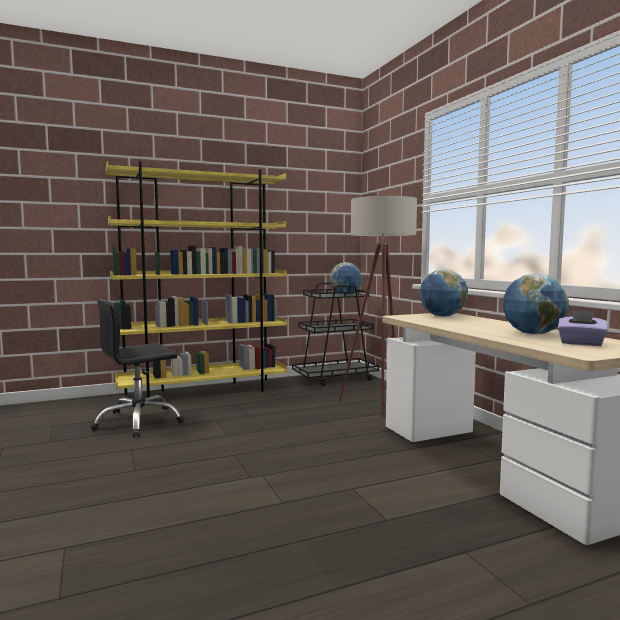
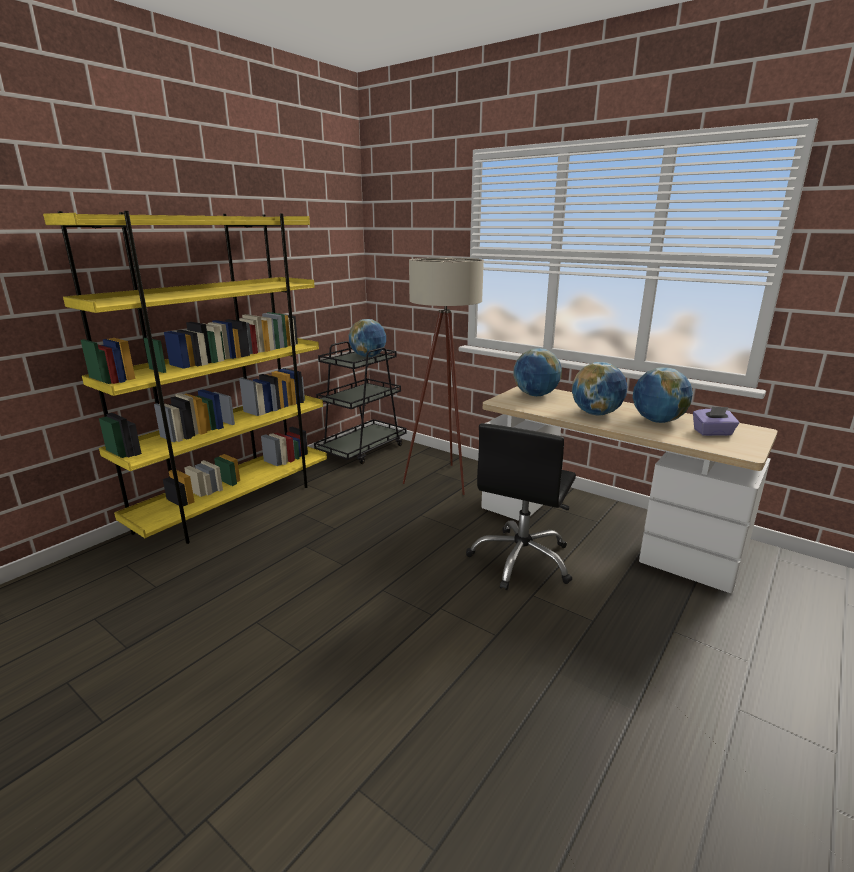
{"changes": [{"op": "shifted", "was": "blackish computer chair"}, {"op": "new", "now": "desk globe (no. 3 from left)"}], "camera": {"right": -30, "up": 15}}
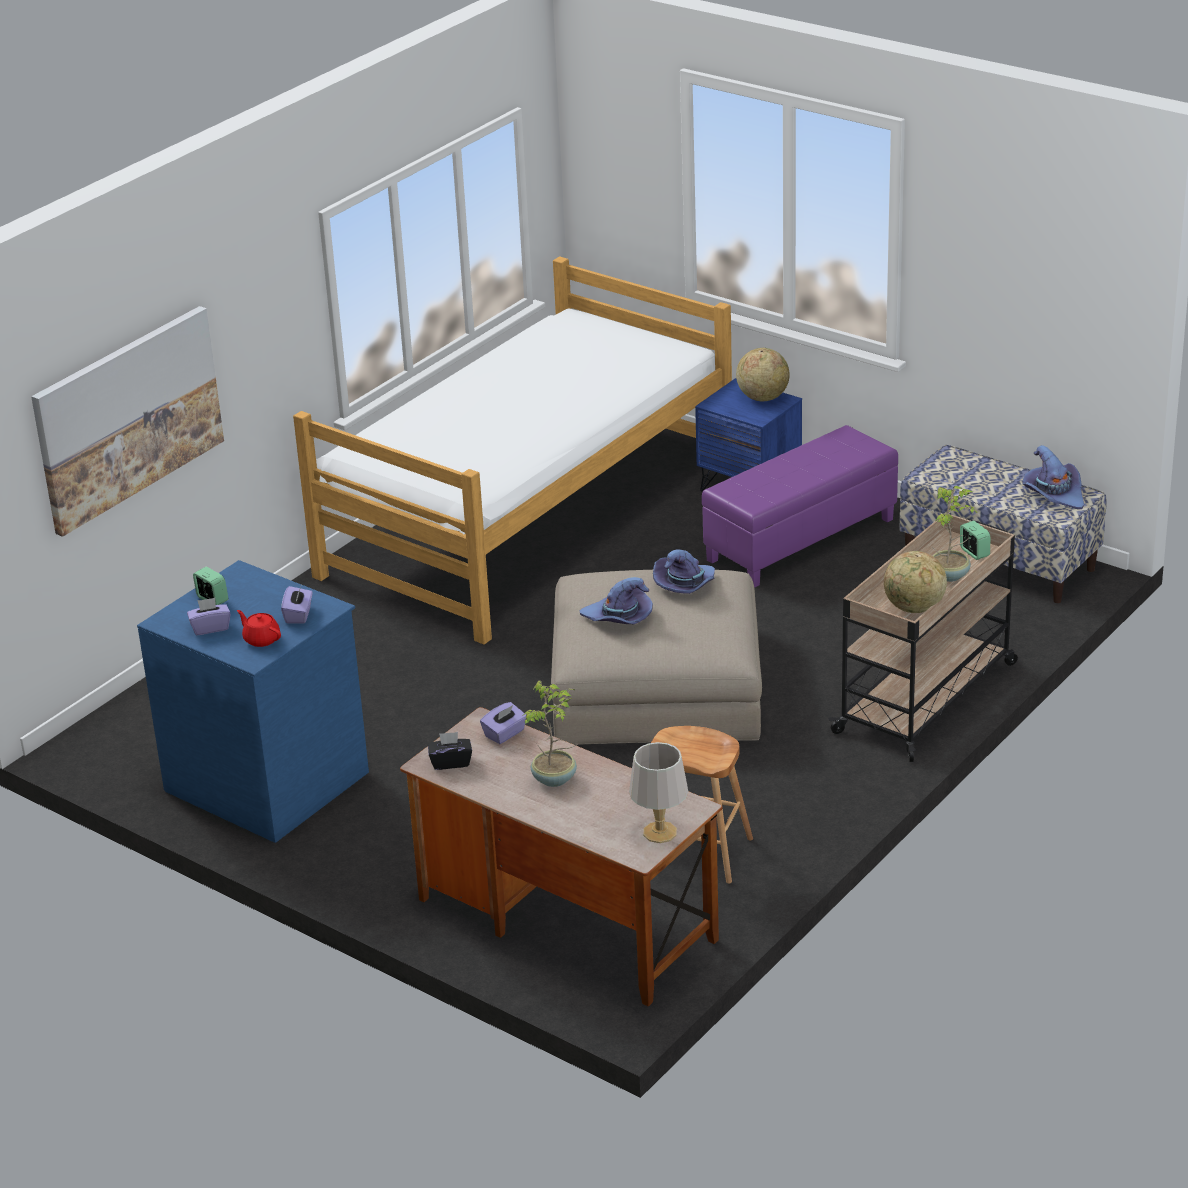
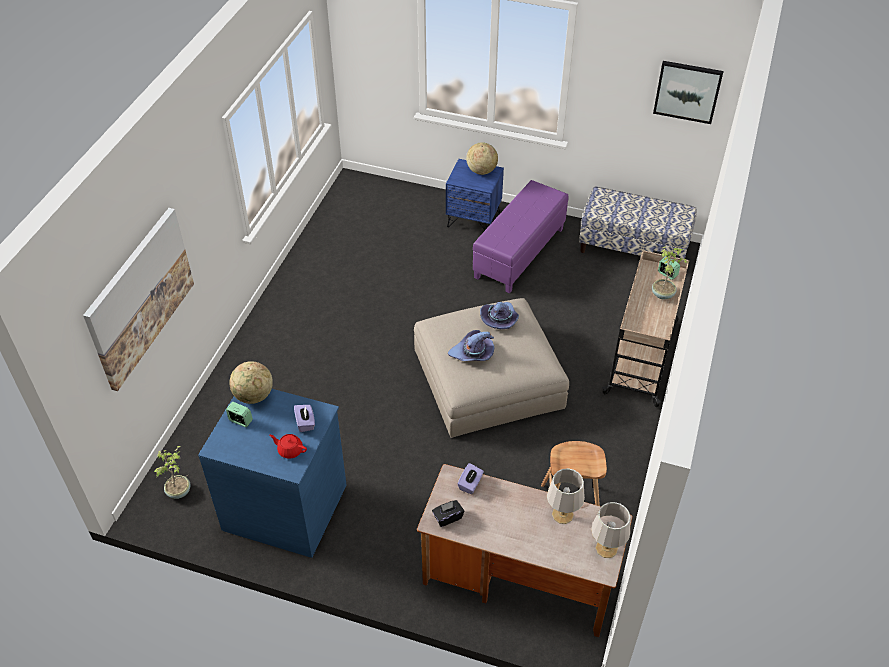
{"changes": [{"op": "gone", "was": "sleeping bed"}, {"op": "gone", "was": "purple-coloured hat (no. 3 from left)"}, {"op": "shifted", "was": "desk globe (no. 2 from left in the first image)", "now": "desk globe (no. 1 from left)"}, {"op": "gone", "was": "purple-coloured tissue holder (no. 1 from left)"}, {"op": "shifted", "was": "houseplant (no. 1 from left)"}, {"op": "new", "now": "wall art (no. 2 from left)"}, {"op": "new", "now": "gray tabletop lamp (no. 1 from left)"}], "camera": {"right": -20, "up": 15}}
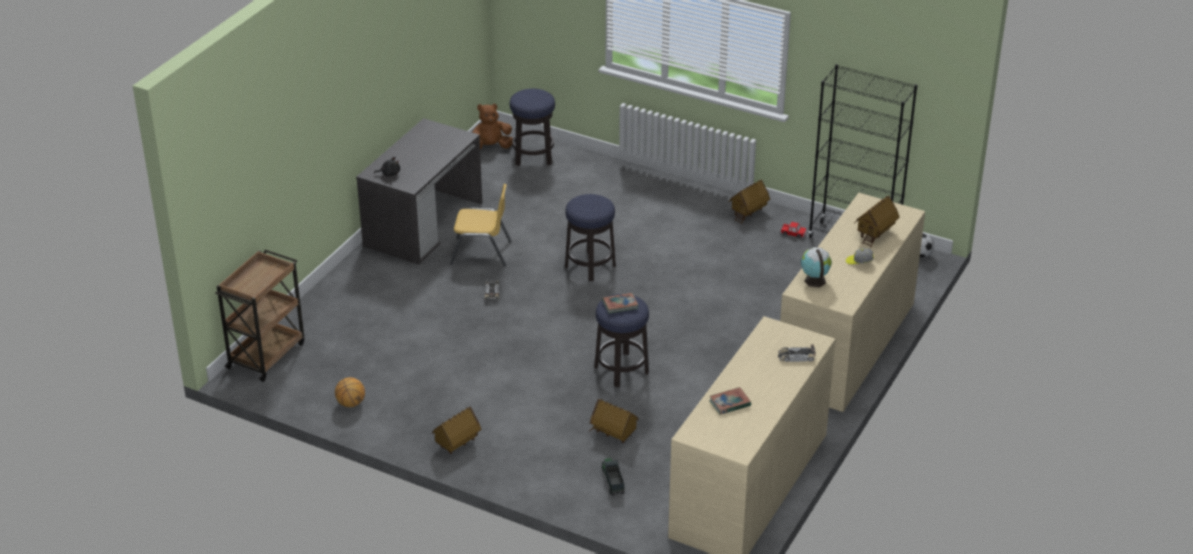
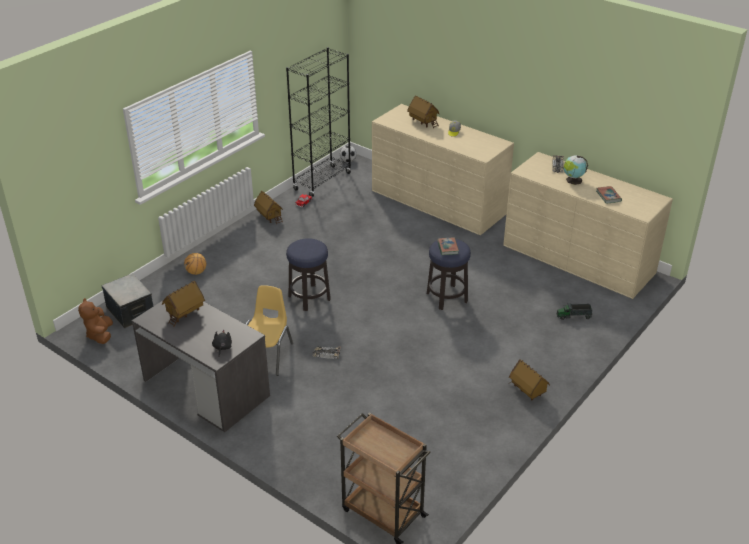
{"changes": [{"op": "swapped", "was": "stool seat (no. 1 from left)", "now": "storage container"}, {"op": "shifted", "was": "desk globe"}, {"op": "shifted", "was": "basketball"}, {"op": "shifted", "was": "toy house (no. 2 from left in the first image)", "now": "toy house (no. 1 from left)"}], "camera": {"right": -80, "up": 0}}
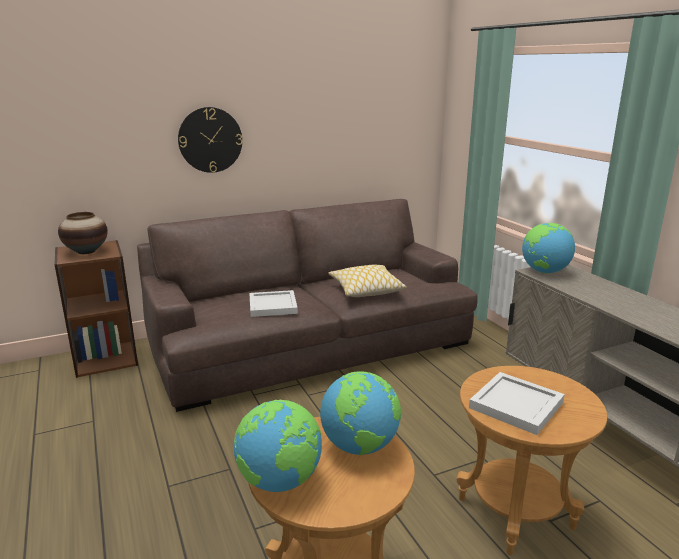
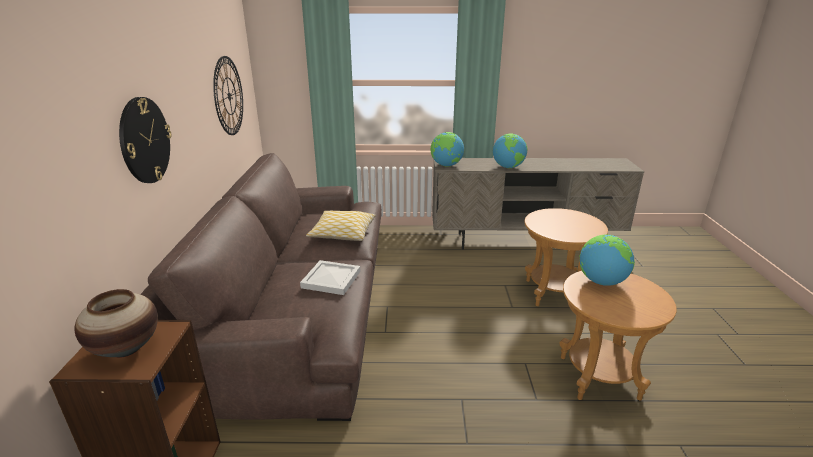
{"changes": [{"op": "gone", "was": "white tray (no. 2 from left)"}, {"op": "shifted", "was": "desk globe (no. 1 from left in the first image)", "now": "desk globe (no. 2 from left)"}, {"op": "new", "now": "clock on the wall (no. 2 from left)"}], "camera": {"right": -65, "up": 5}}
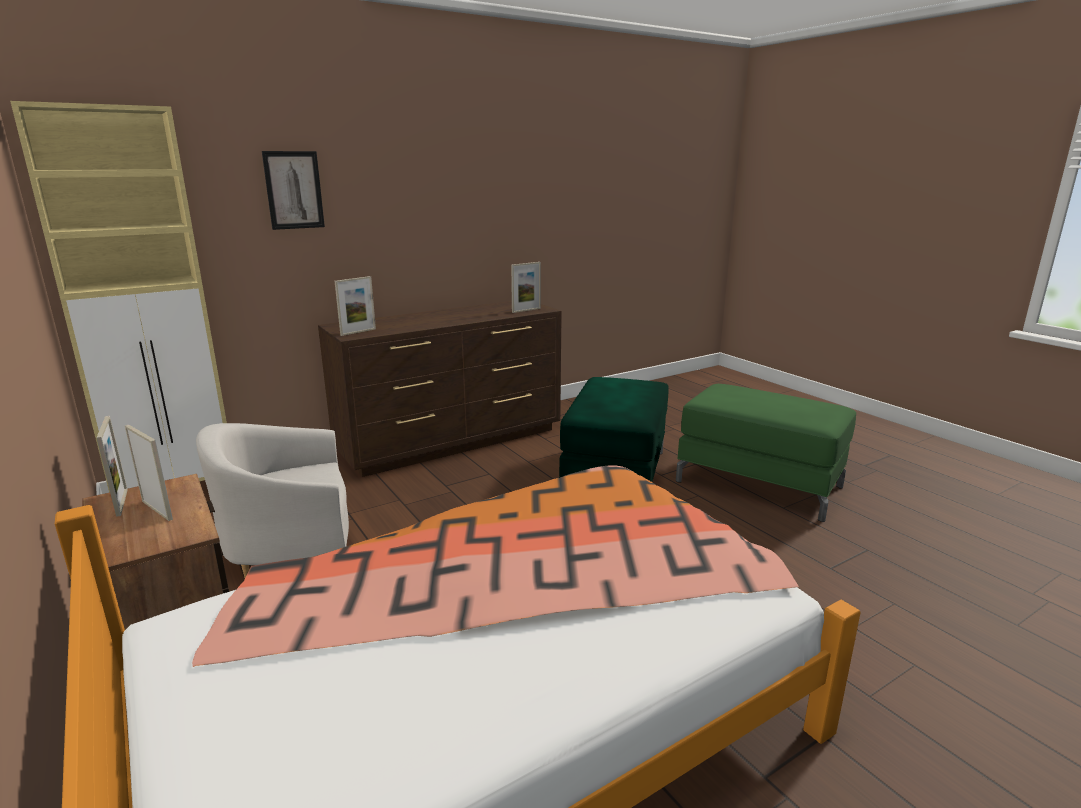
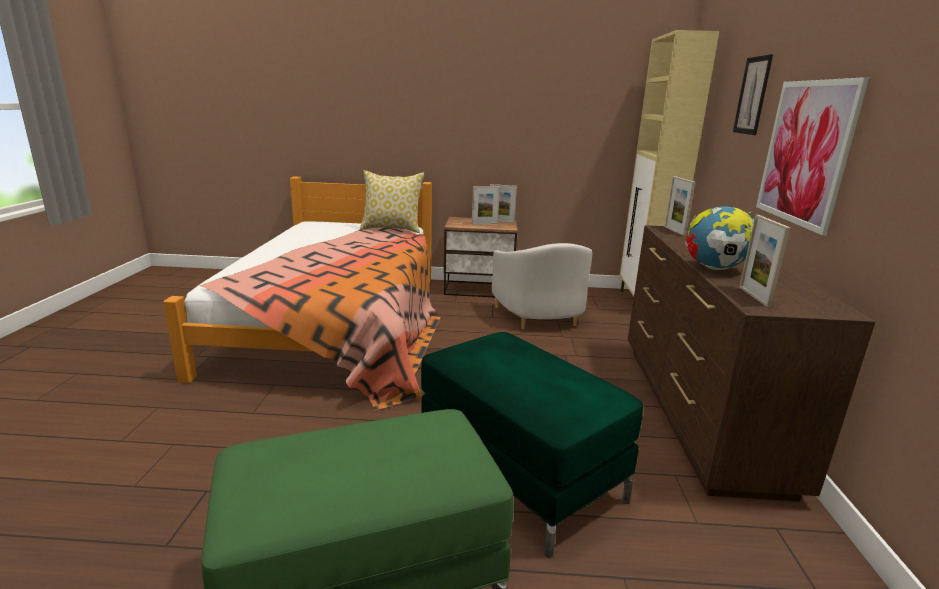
{"changes": [{"op": "rotated", "was": "white easy chair", "clockwise": 150}, {"op": "new", "now": "wall art (no. 2 from left)"}, {"op": "new", "now": "throw pillow"}, {"op": "new", "now": "desk globe"}], "camera": {"right": 125, "up": 0}}
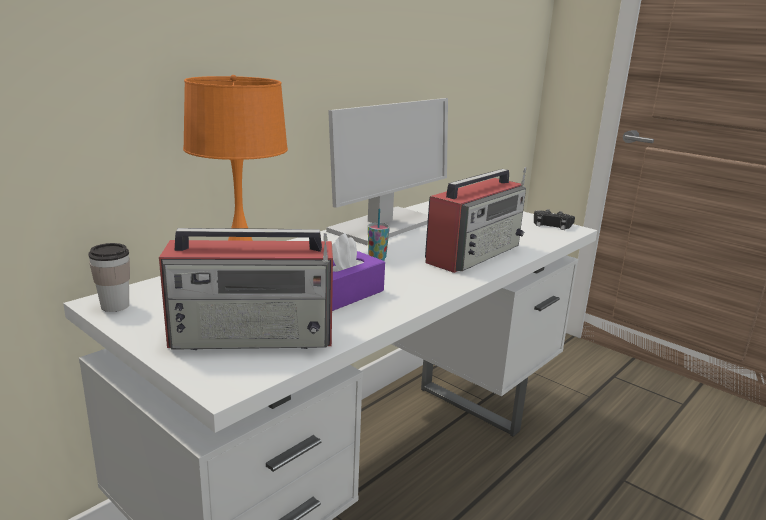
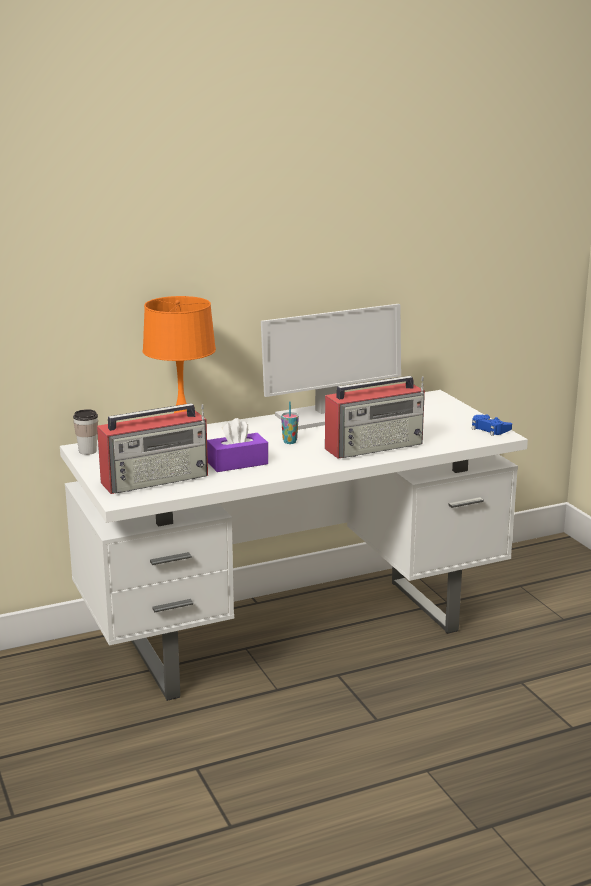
{"changes": [{"op": "repainted", "was": "blackish game controller", "now": "blue-coloured game controller"}, {"op": "rotated", "was": "radio receiver (no. 1 from left)", "clockwise": -45}], "camera": {"right": 25, "up": 0}}
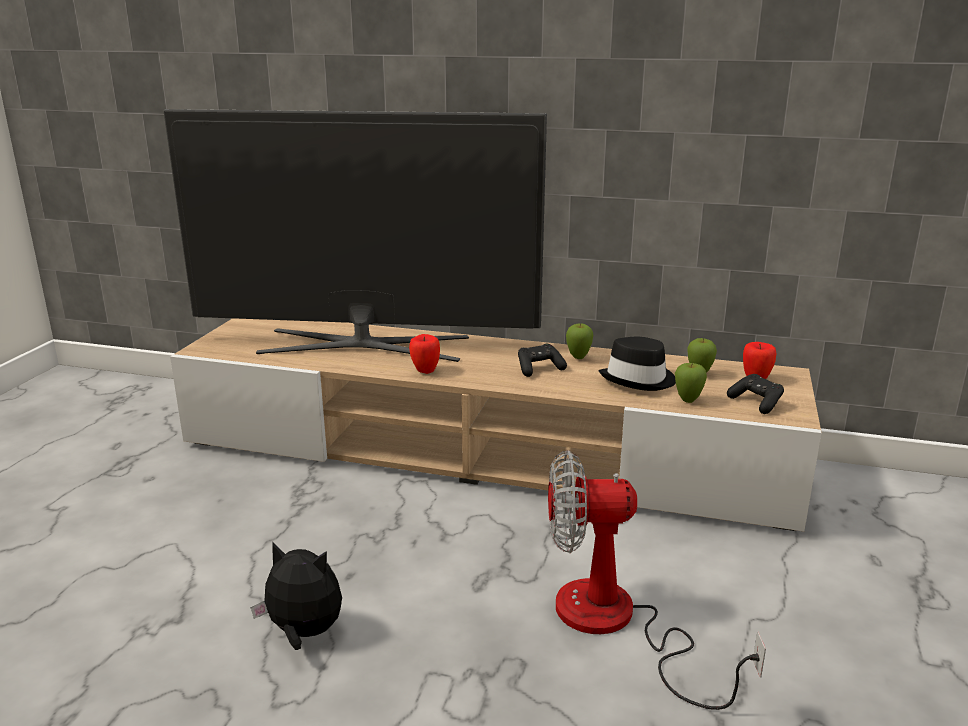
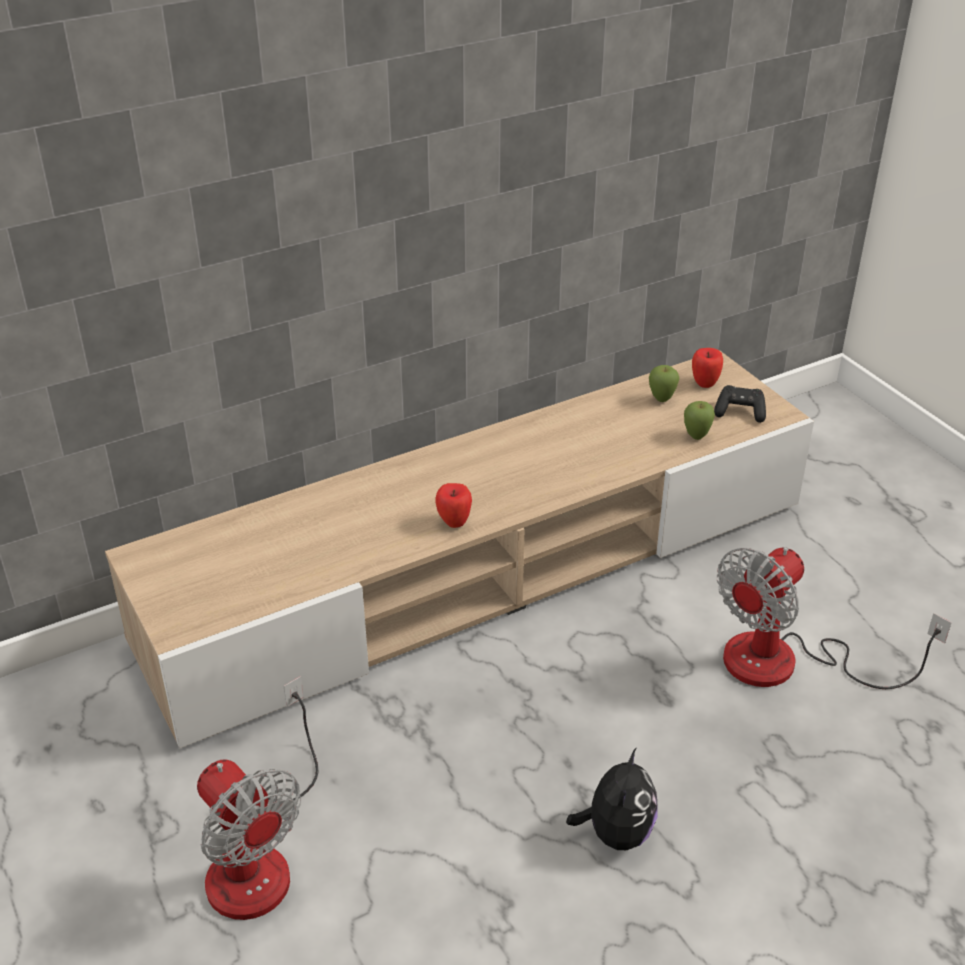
{"changes": [{"op": "gone", "was": "TV"}, {"op": "gone", "was": "apple fruit (no. 2 from left)"}, {"op": "gone", "was": "blackish hat"}, {"op": "gone", "was": "blackish game controller (no. 1 from left)"}, {"op": "rotated", "was": "cuddly toy", "clockwise": 135}, {"op": "new", "now": "cooling fan (no. 1 from left)"}], "camera": {"right": -45, "up": 15}}
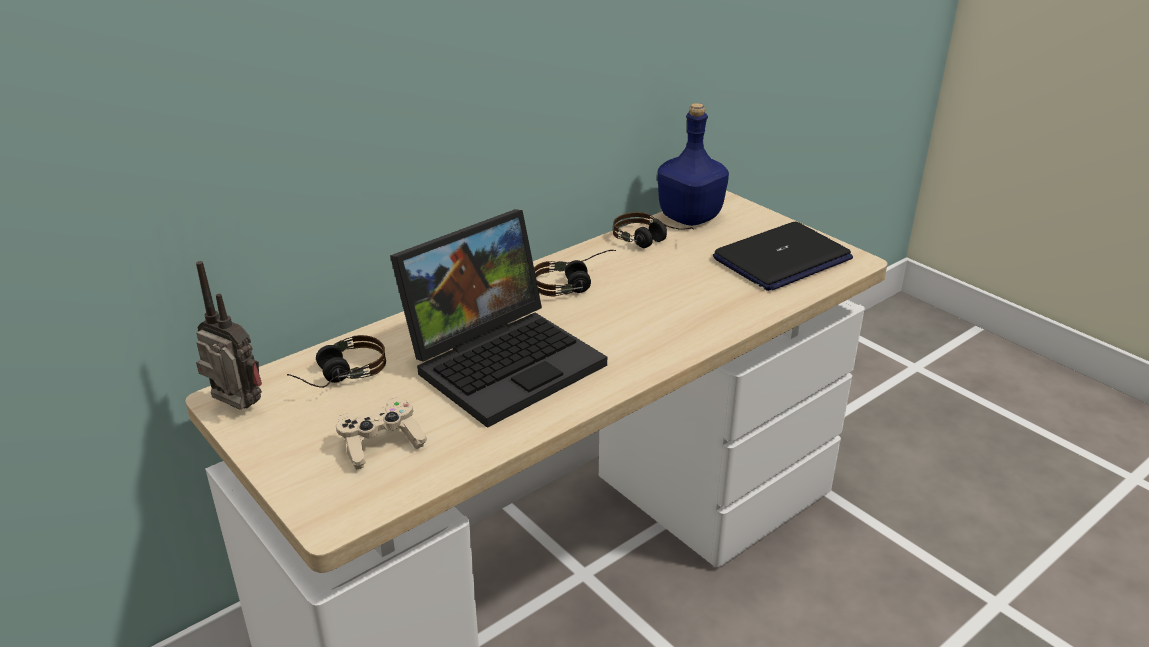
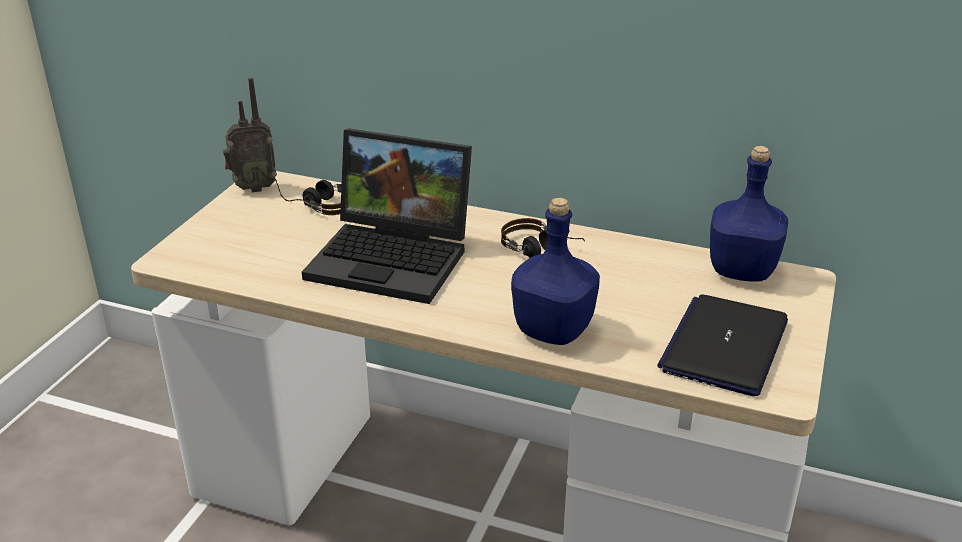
{"changes": [{"op": "gone", "was": "pair of headphones (no. 3 from left)"}, {"op": "rotated", "was": "notebook computer (no. 2 from left)", "clockwise": 90}, {"op": "rotated", "was": "radio receiver", "clockwise": 75}, {"op": "gone", "was": "beige game controller"}, {"op": "new", "now": "blue-coloured bottle (no. 1 from left)"}], "camera": {"right": 60, "up": 0}}
